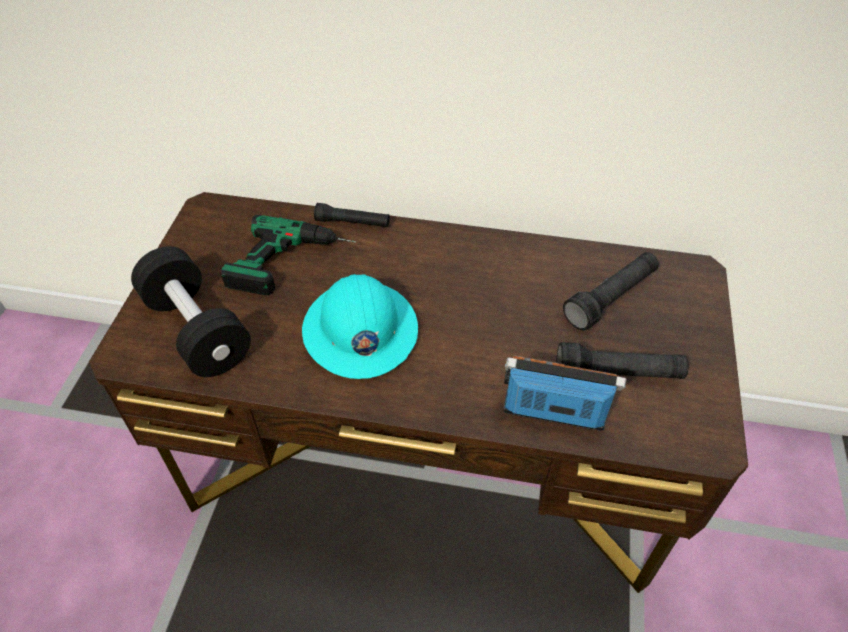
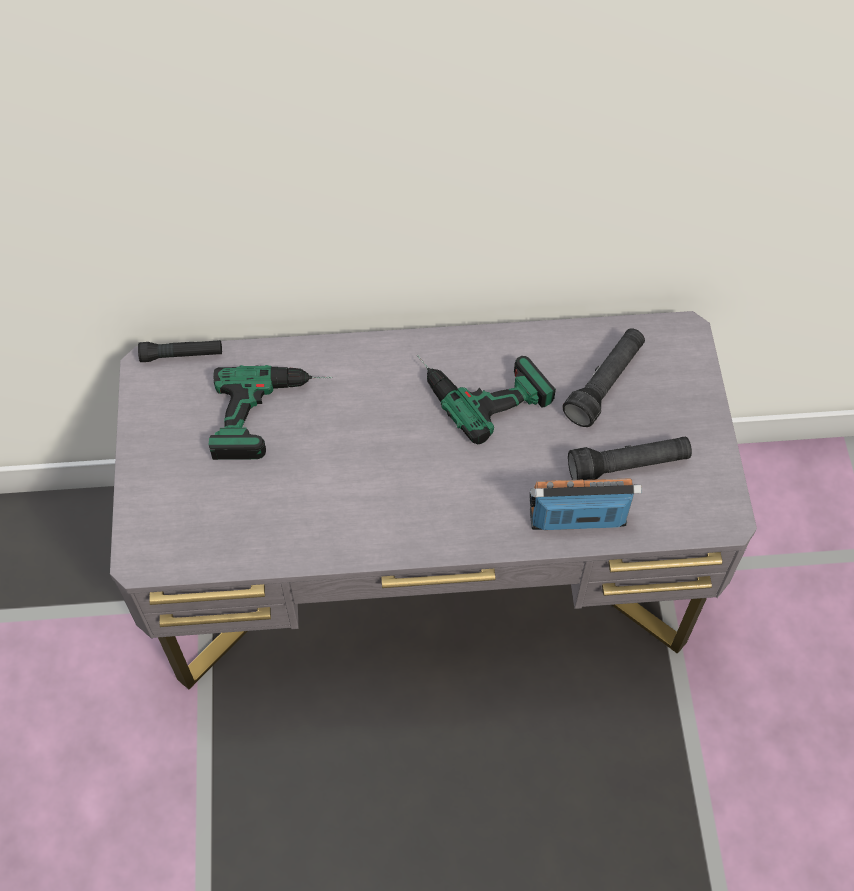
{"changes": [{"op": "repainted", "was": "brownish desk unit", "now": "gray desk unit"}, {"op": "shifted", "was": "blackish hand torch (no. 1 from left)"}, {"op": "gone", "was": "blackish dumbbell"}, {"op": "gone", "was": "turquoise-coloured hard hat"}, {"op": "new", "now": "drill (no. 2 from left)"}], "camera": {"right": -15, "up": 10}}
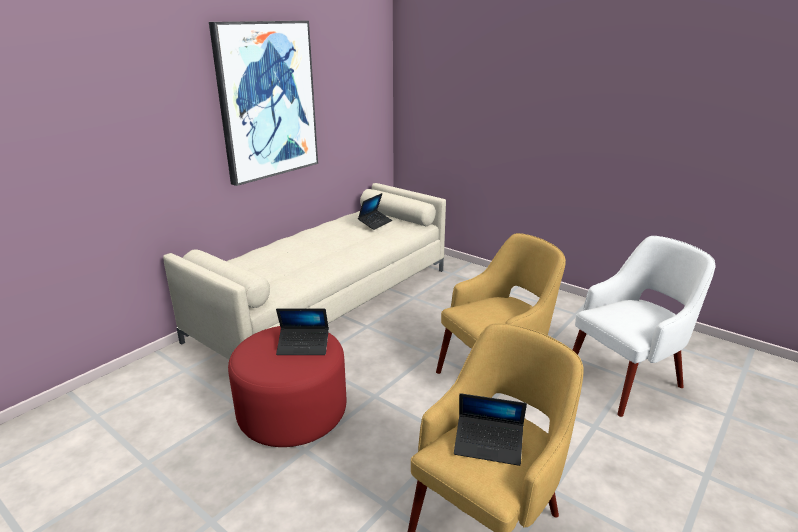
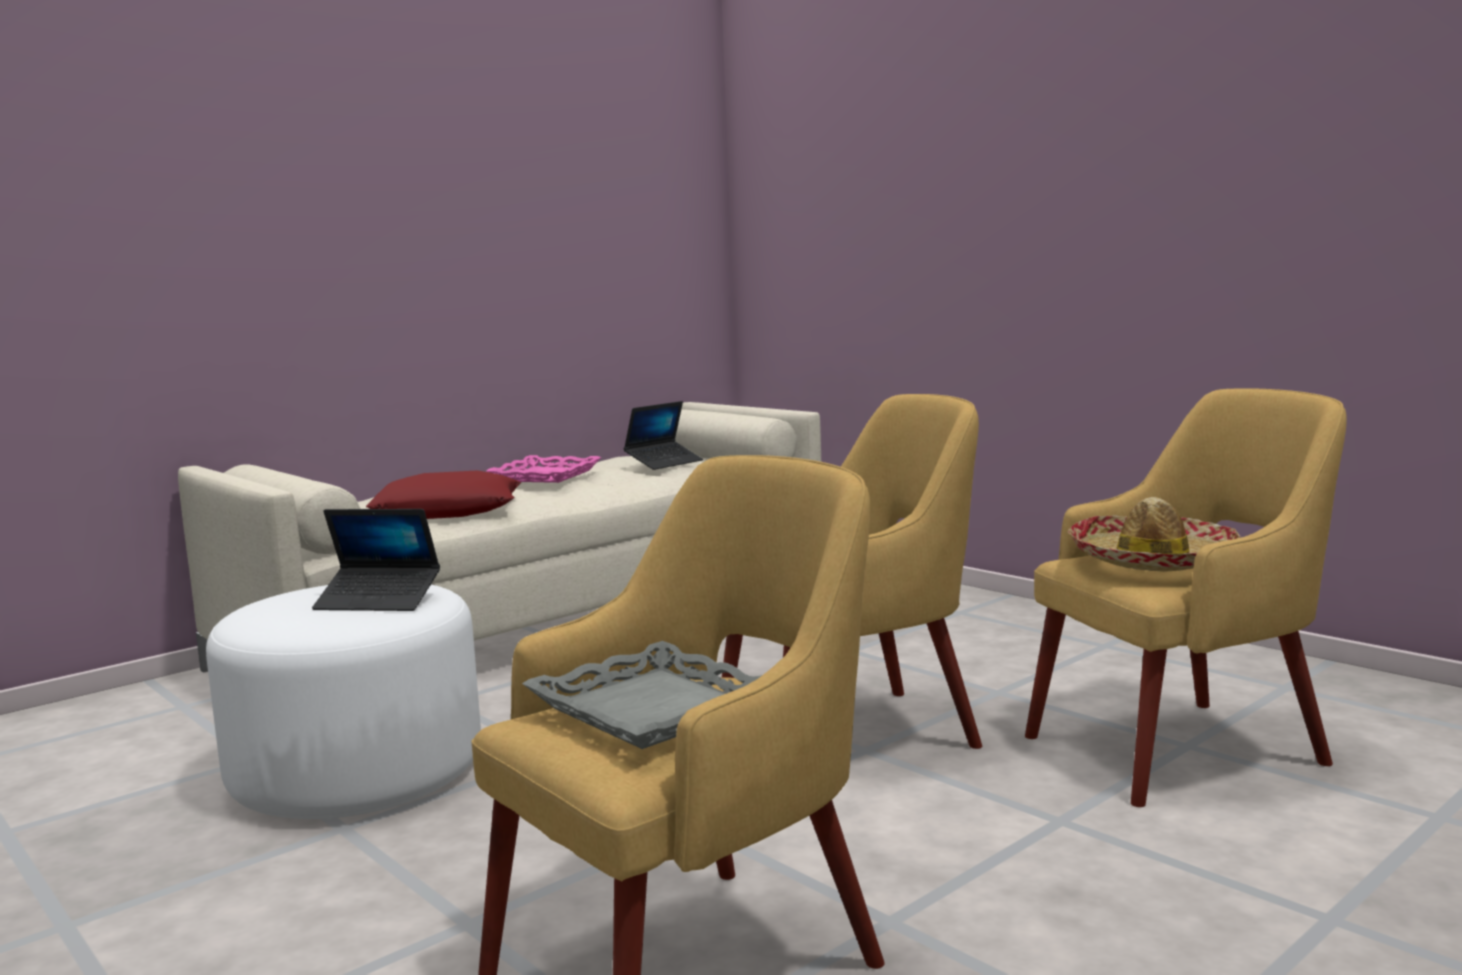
{"changes": [{"op": "gone", "was": "wall art"}, {"op": "repainted", "was": "white easy chair", "now": "yellow-coloured easy chair (no. 3 from left)"}, {"op": "repainted", "was": "red footrest", "now": "white footrest"}, {"op": "swapped", "was": "notebook computer (no. 3 from left)", "now": "gray tray"}, {"op": "new", "now": "pinkish tray"}, {"op": "new", "now": "red throw pillow"}, {"op": "new", "now": "hat"}], "camera": {"right": 10, "up": -15}}
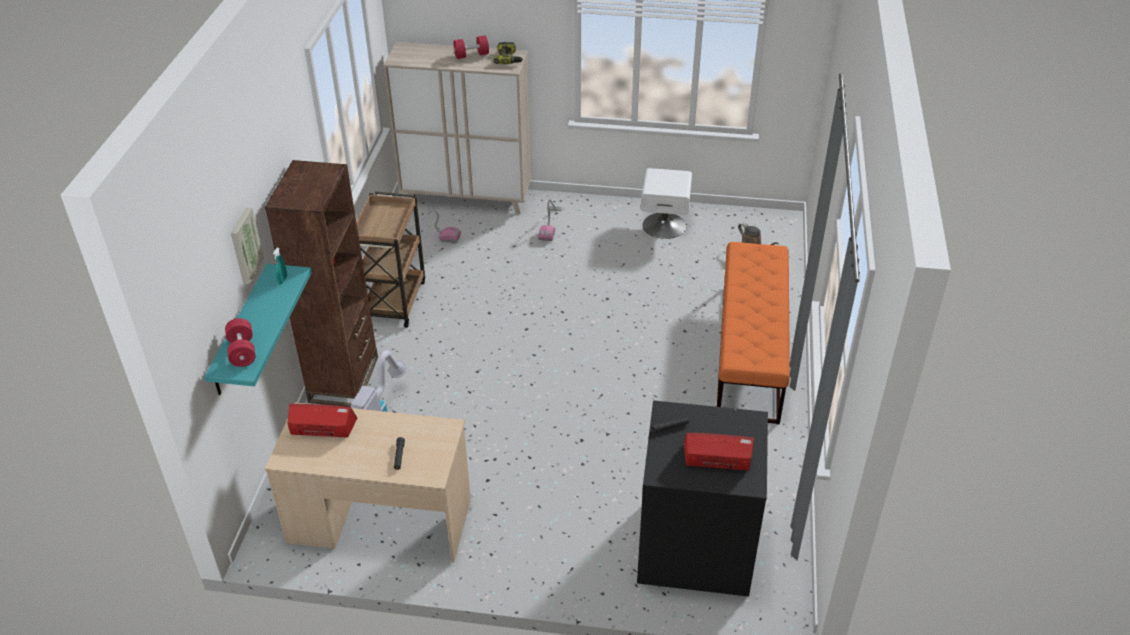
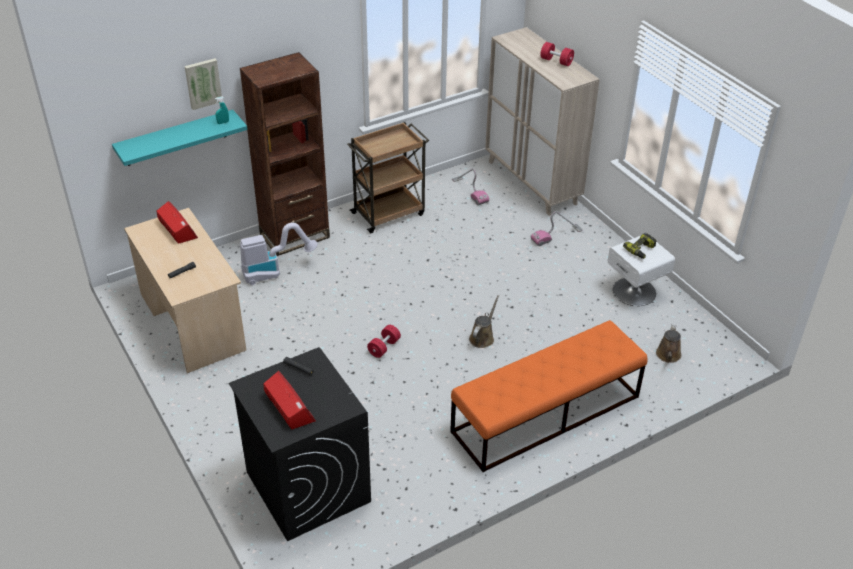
{"changes": [{"op": "shifted", "was": "drill"}, {"op": "shifted", "was": "red dumbbell (no. 1 from left)"}, {"op": "new", "now": "brownish sprinkling can (no. 1 from left)"}], "camera": {"right": 50, "up": 0}}
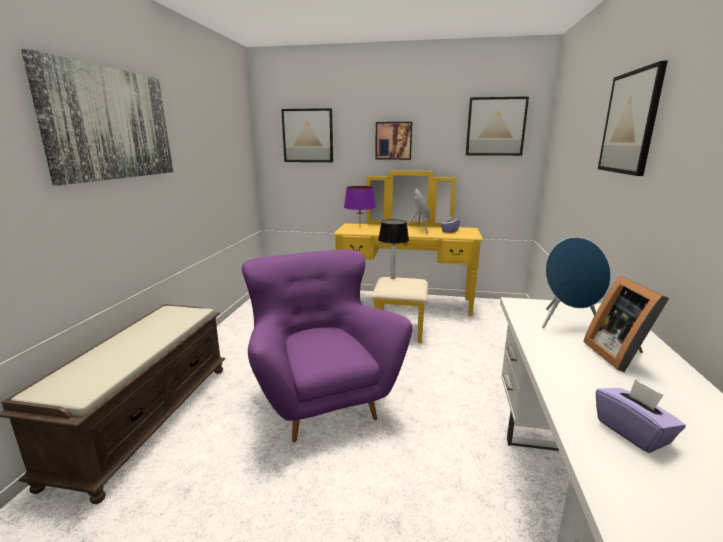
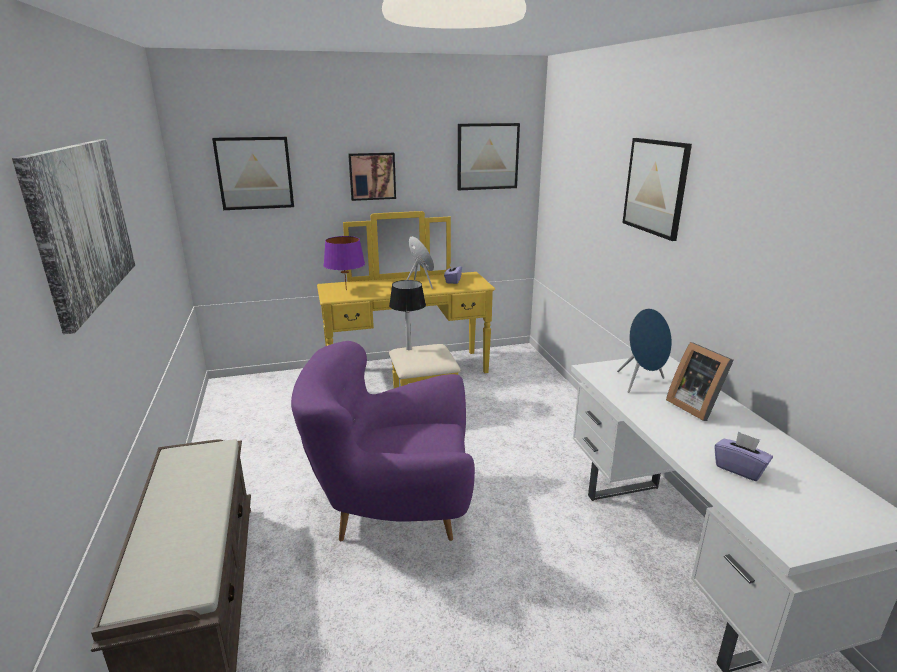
{"changes": [{"op": "rotated", "was": "purple-coloured easy chair", "clockwise": -45}], "camera": {"right": -25, "up": 5}}
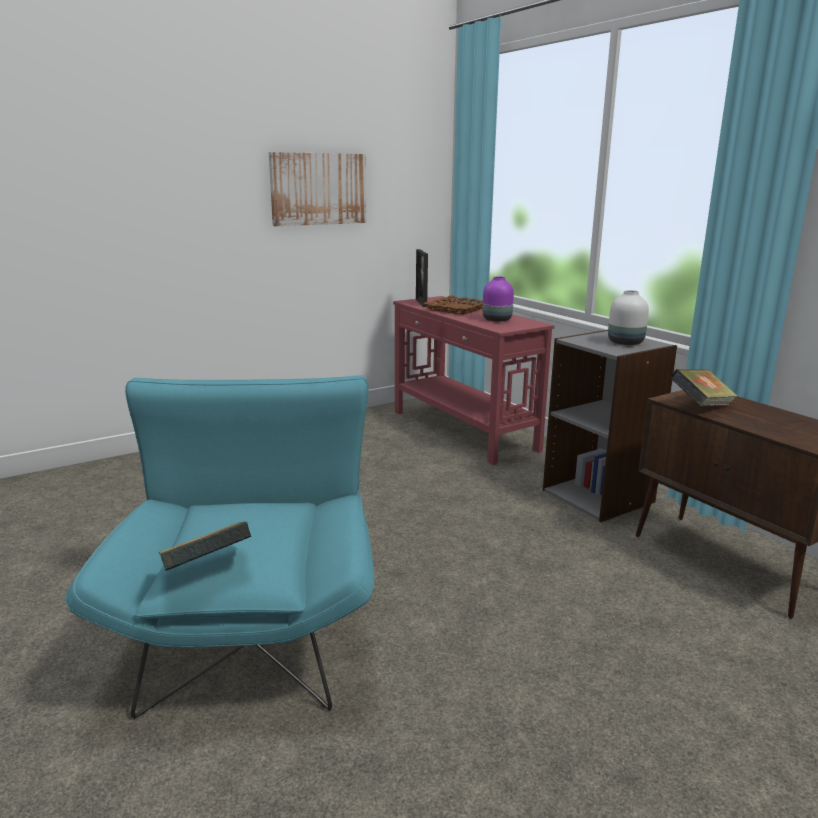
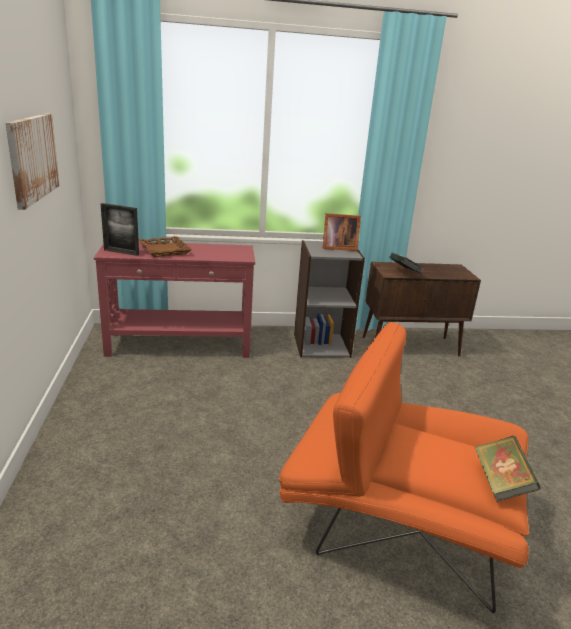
{"changes": [{"op": "gone", "was": "purple-coloured flower vase"}, {"op": "swapped", "was": "white flower vase", "now": "photo frame (no. 2 from left)"}, {"op": "repainted", "was": "turquoise-coloured easy chair", "now": "orangey easy chair"}], "camera": {"right": -65, "up": 5}}
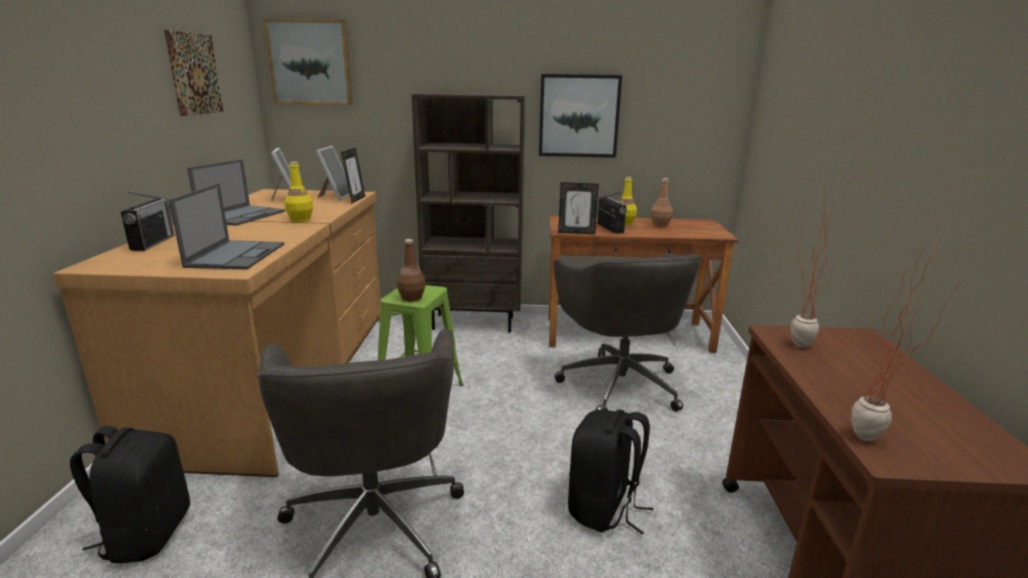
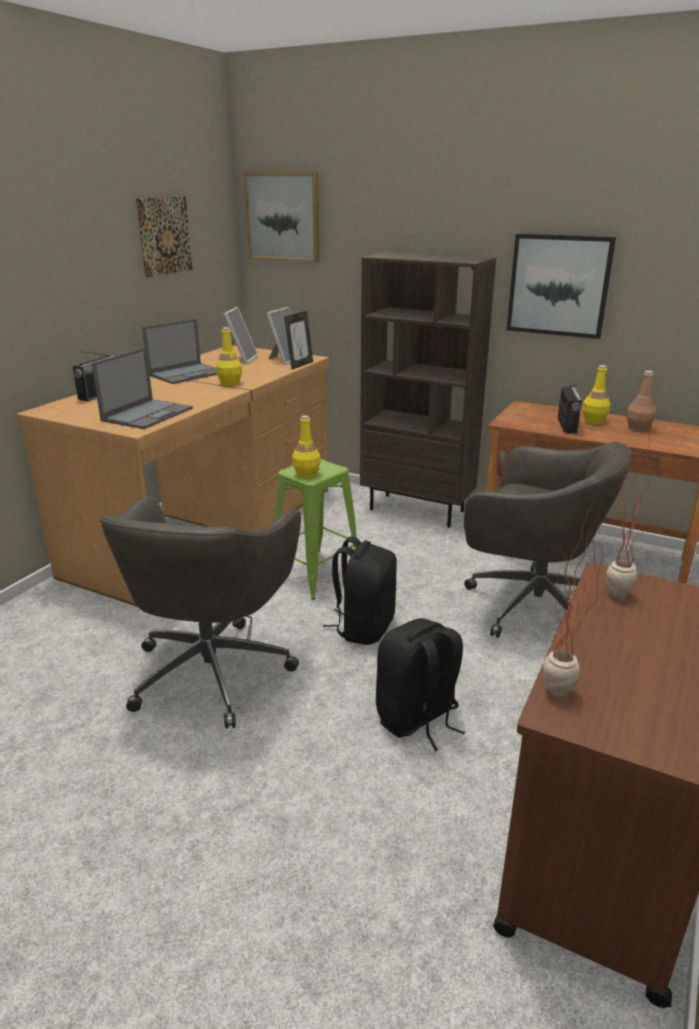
{"changes": [{"op": "gone", "was": "photo frame (no. 4 from left)"}, {"op": "repainted", "was": "brownish bottle (no. 1 from left)", "now": "yellow-coloured bottle (no. 2 from left)"}, {"op": "rotated", "was": "gray computer chair (no. 2 from left)", "clockwise": -75}, {"op": "shifted", "was": "blackish rucksack (no. 1 from left)"}], "camera": {"right": 25, "up": 5}}
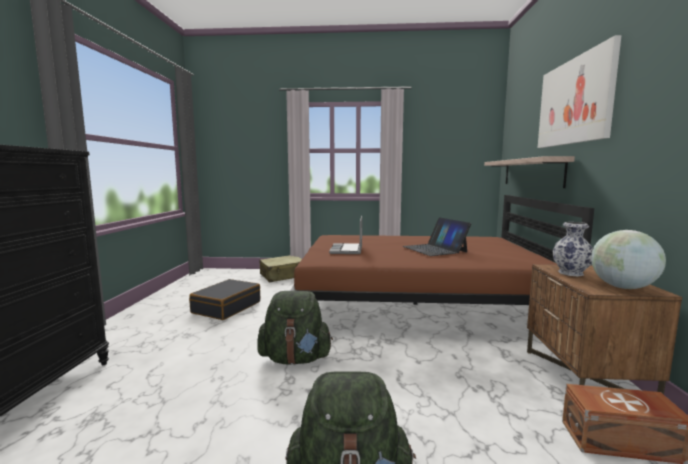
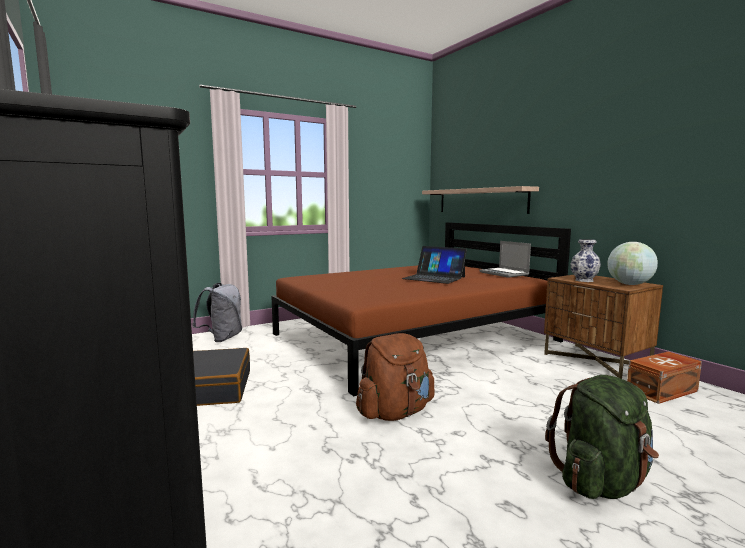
{"changes": [{"op": "gone", "was": "wall art"}, {"op": "shifted", "was": "notebook computer (no. 1 from left in the first image)", "now": "notebook computer (no. 2 from left)"}, {"op": "swapped", "was": "beige travel case", "now": "gray rucksack"}, {"op": "repainted", "was": "green-coloured rucksack (no. 1 from left)", "now": "brownish rucksack"}], "camera": {"right": -35, "up": 0}}
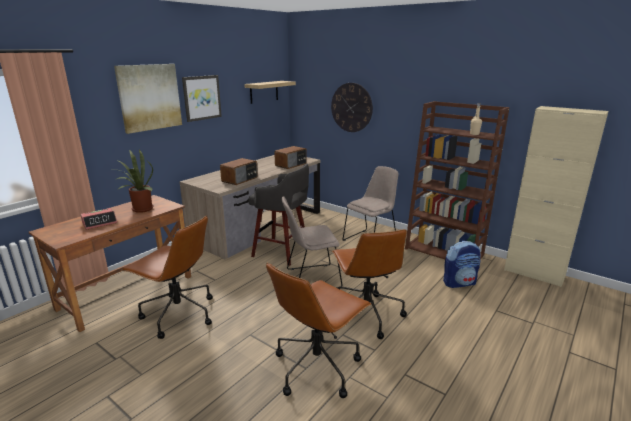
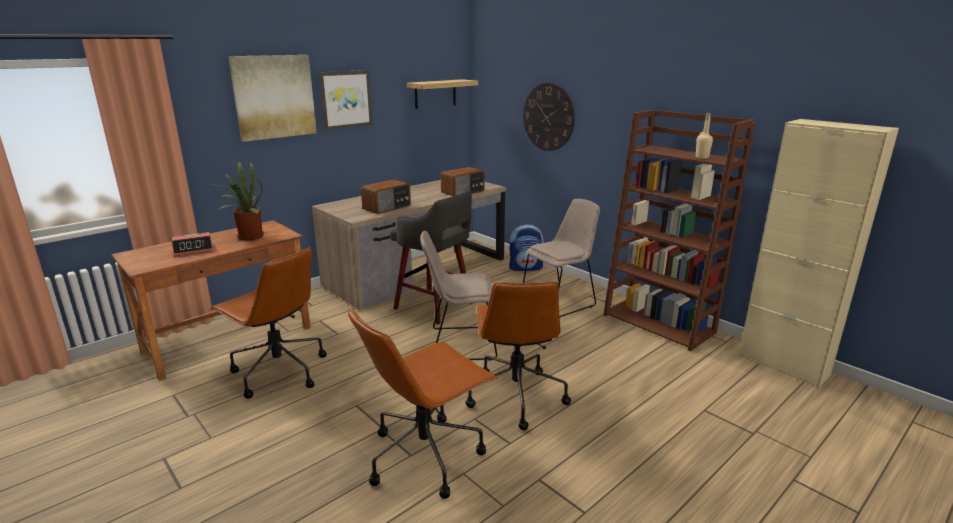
{"changes": [{"op": "shifted", "was": "rucksack"}], "camera": {"right": 10, "up": 0}}
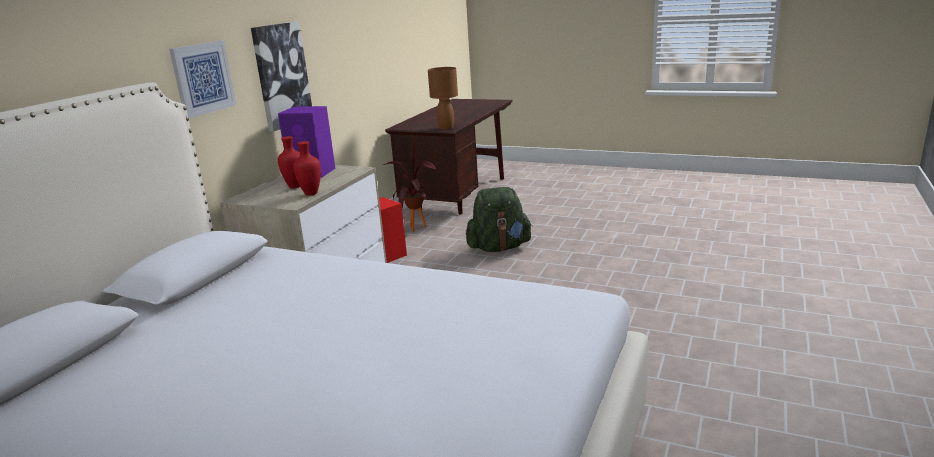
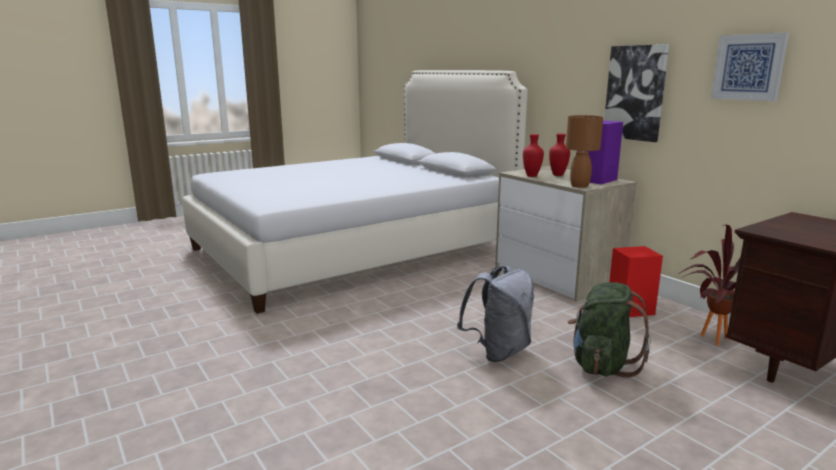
{"changes": [{"op": "shifted", "was": "wall art (no. 1 from left in the first image)", "now": "wall art (no. 2 from left)"}, {"op": "shifted", "was": "brownish tabletop lamp"}, {"op": "new", "now": "gray rucksack"}], "camera": {"right": 120, "up": -5}}
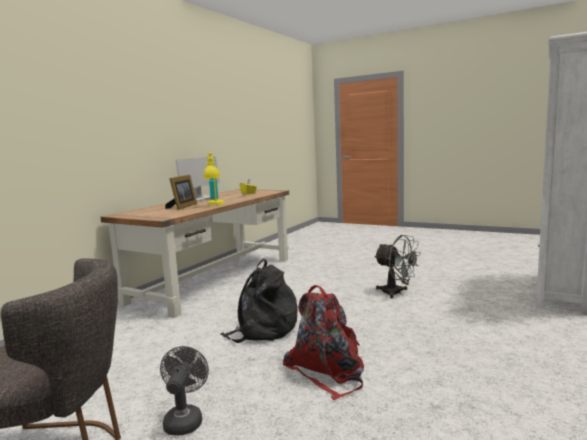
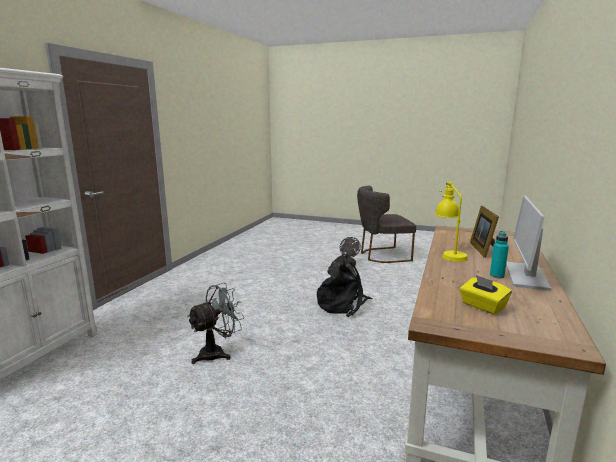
{"changes": [{"op": "rotated", "was": "gray cooling fan (no. 2 from left in the first image)", "clockwise": 105}, {"op": "gone", "was": "red rucksack"}], "camera": {"right": 170, "up": 5}}
